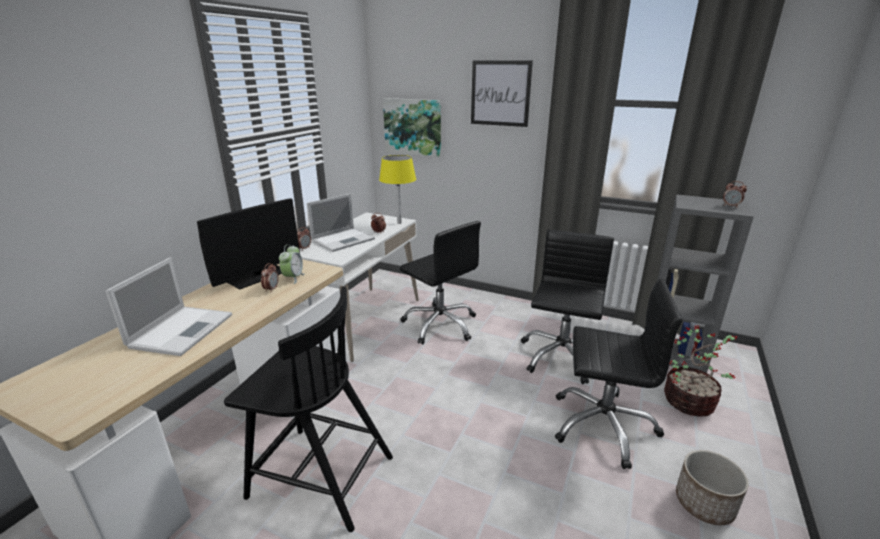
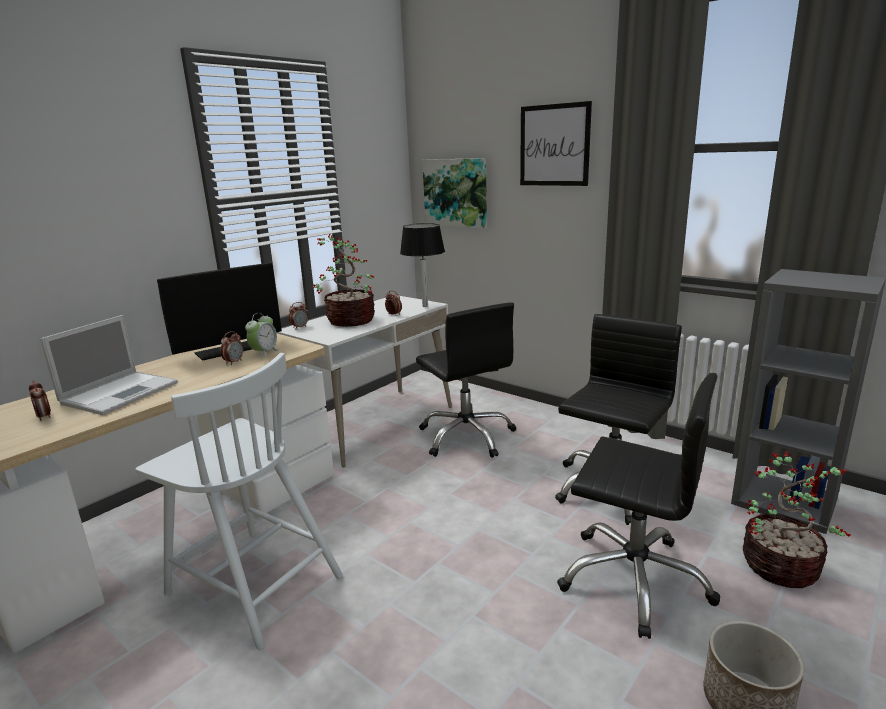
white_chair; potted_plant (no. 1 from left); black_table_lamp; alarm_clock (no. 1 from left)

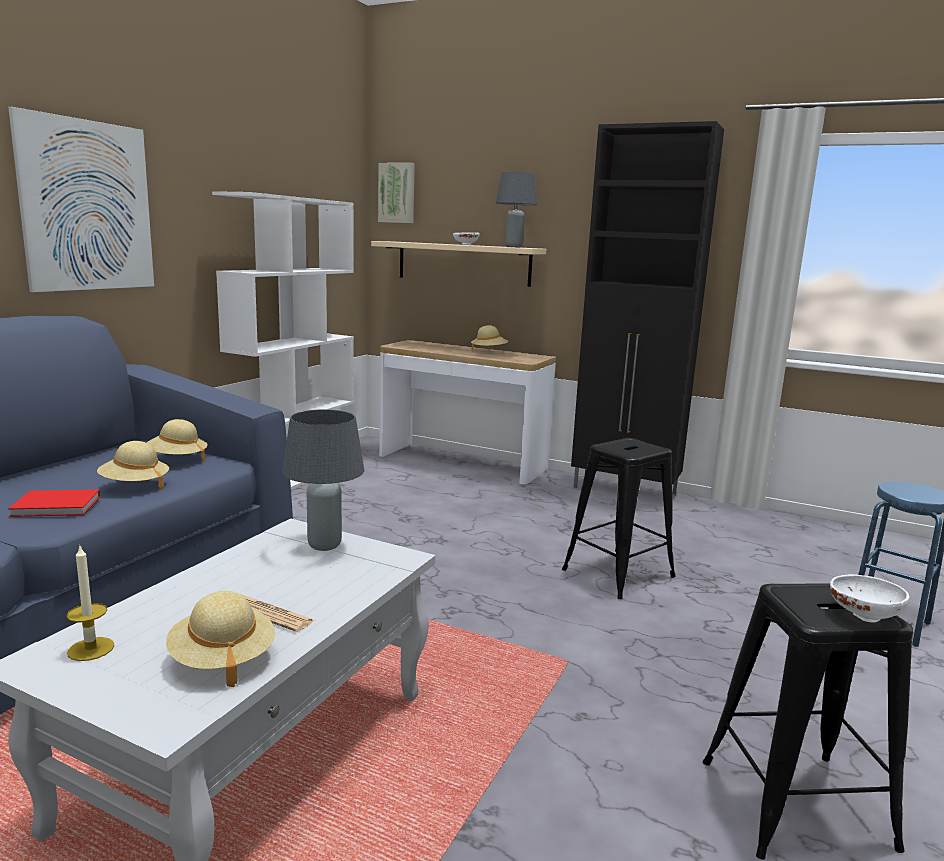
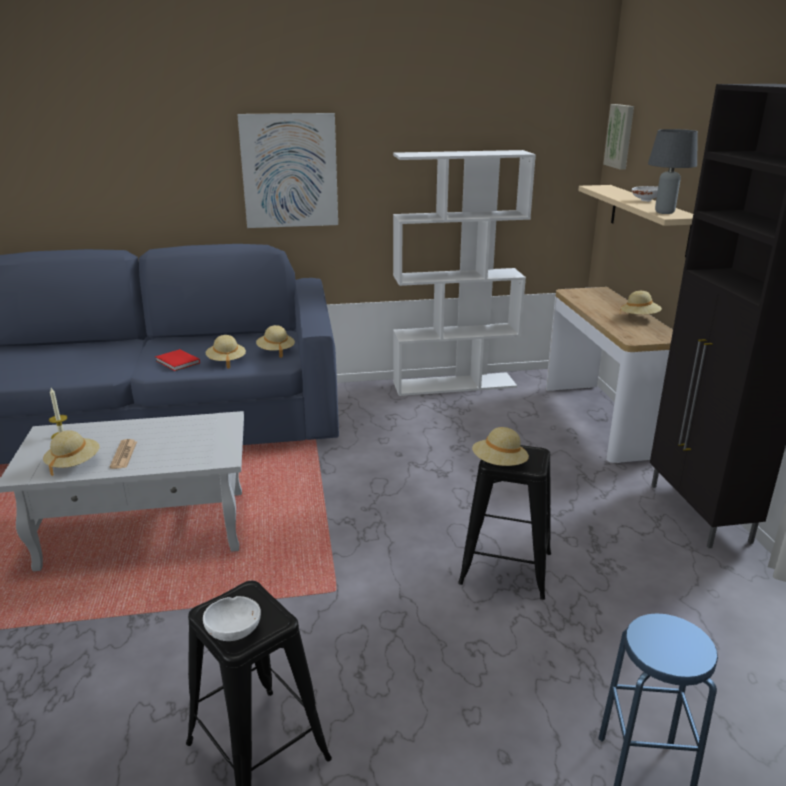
grey_table_lamp (no. 1 from left in the first image); beige_hat (no. 4 from left)

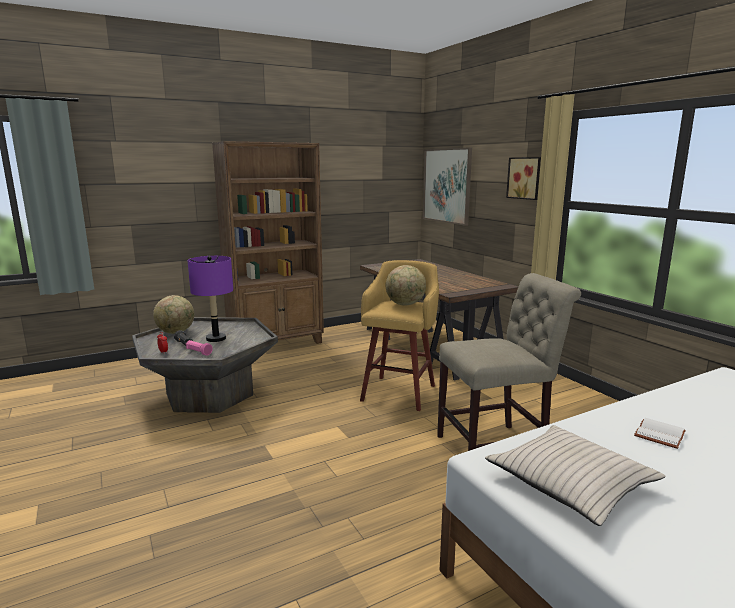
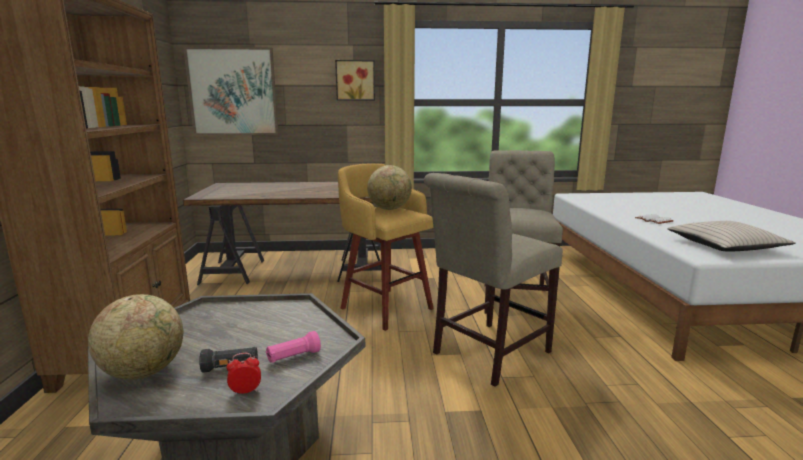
purple_table_lamp; beige_chair (no. 1 from left)

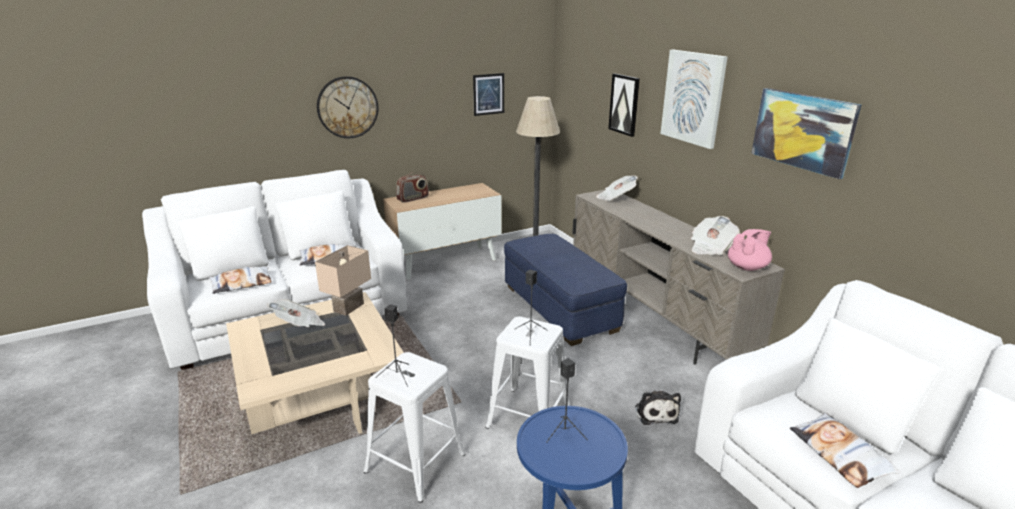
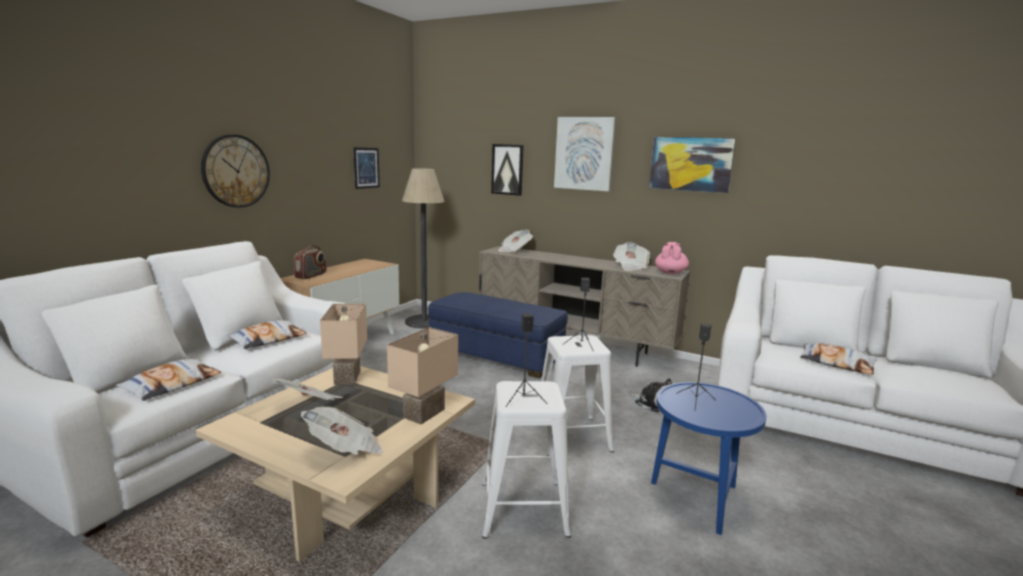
newspaper (no. 2 from left); beige_table_lamp (no. 2 from left)

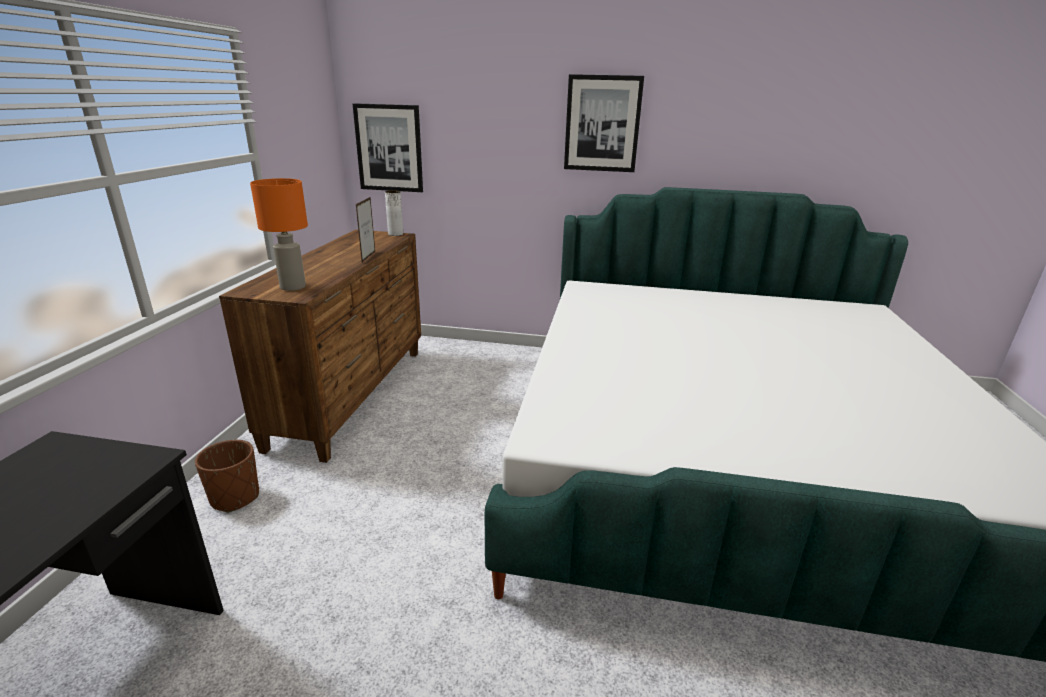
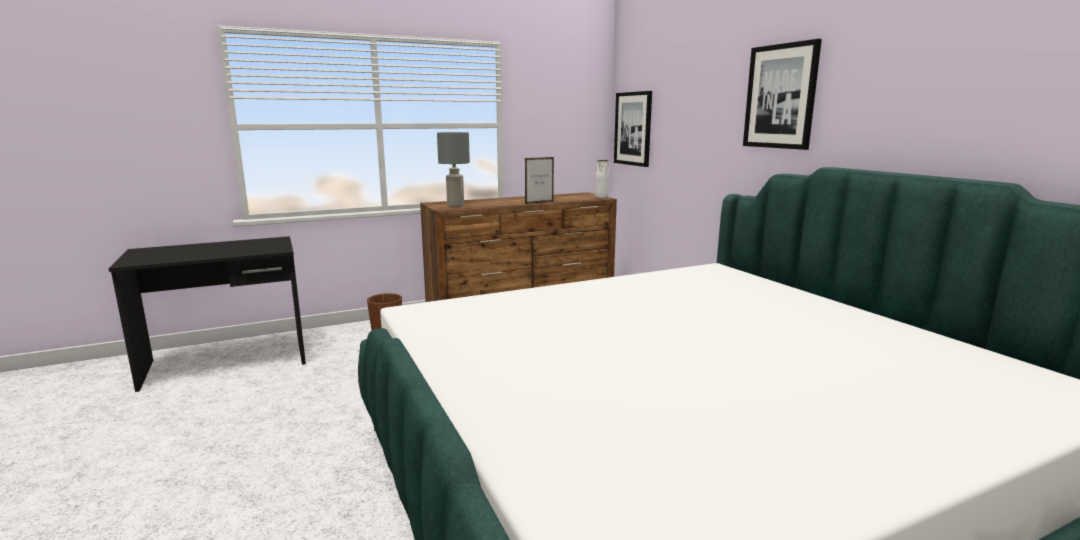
grey_table_lamp

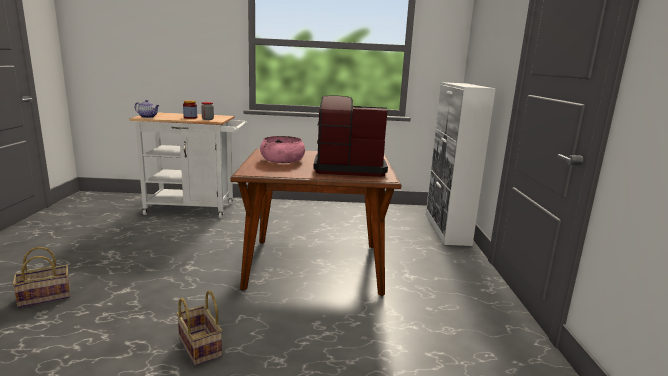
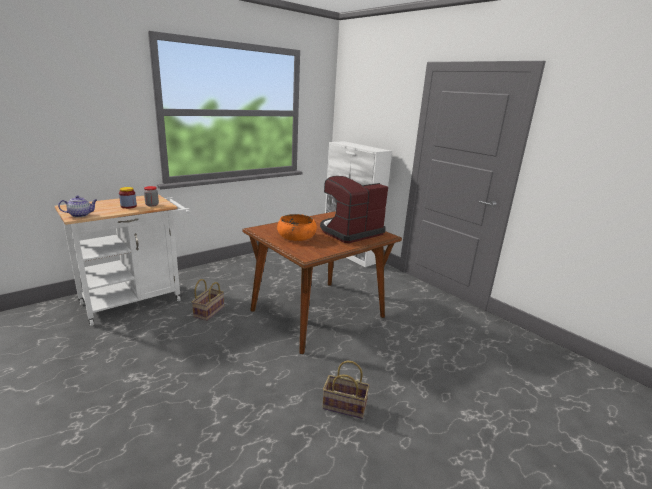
basket (no. 1 from left); orange_bowl

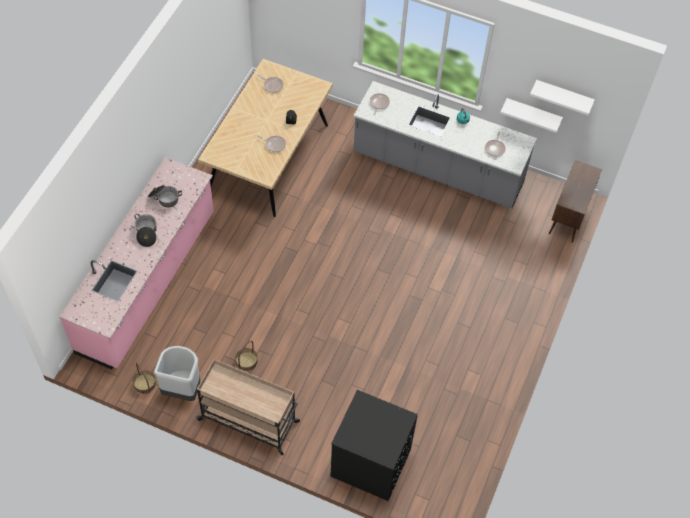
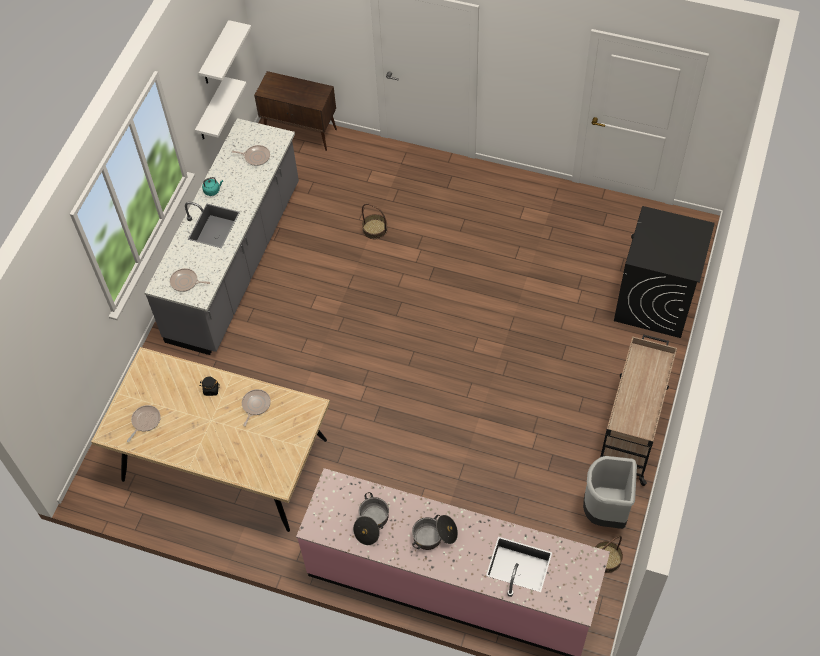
basket (no. 1 from left)

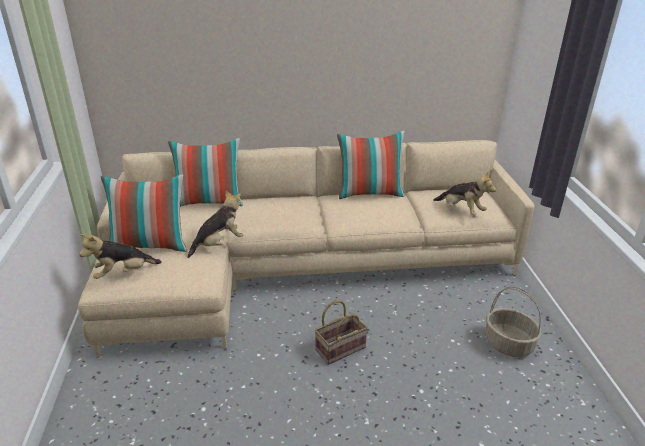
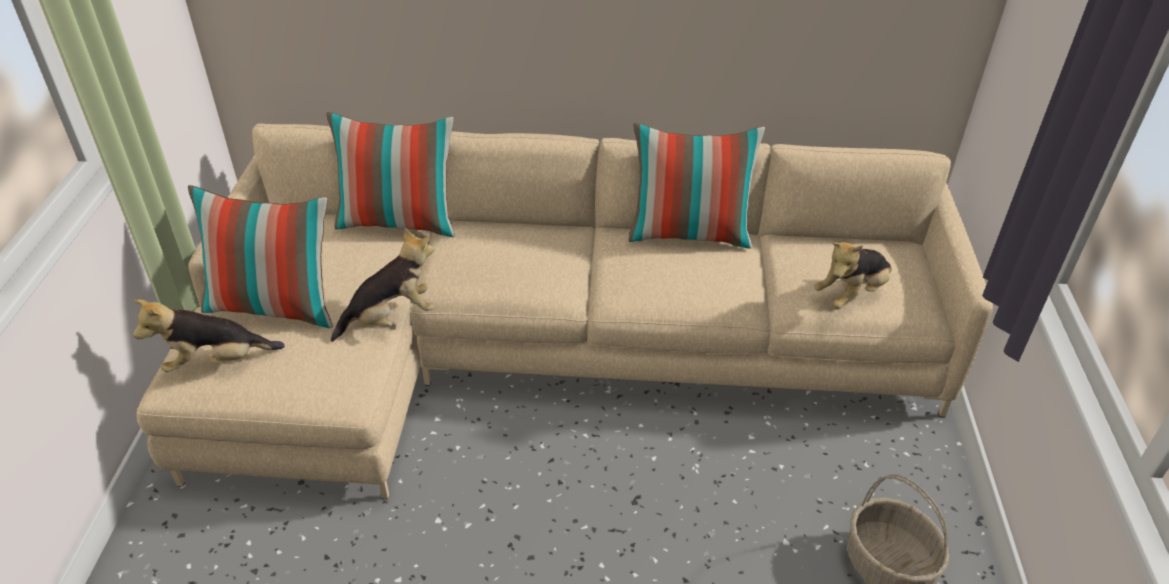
basket (no. 1 from left in the first image); plush_toy (no. 3 from left)

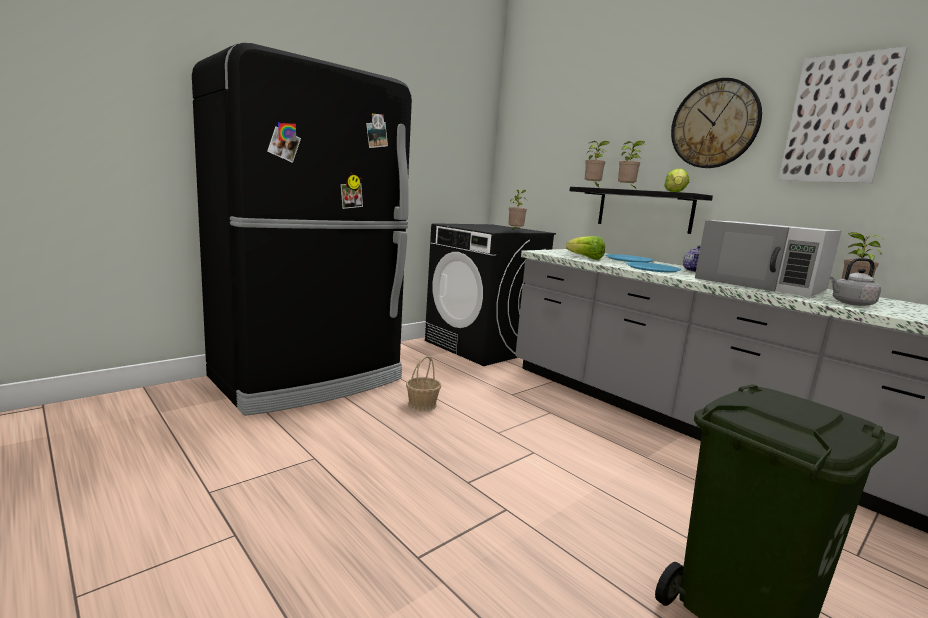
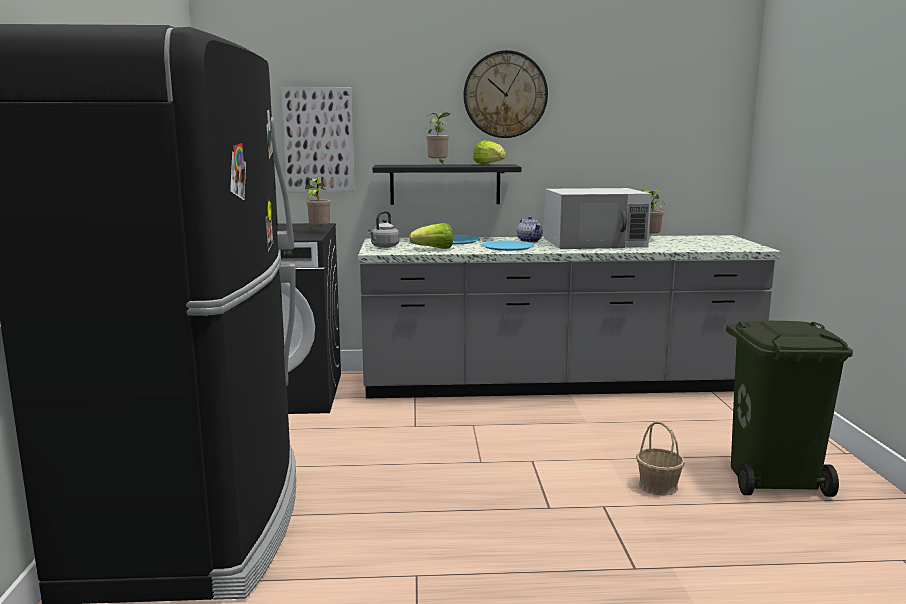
basket; potted_plant (no. 2 from left in the first image); picture; grey_kettle

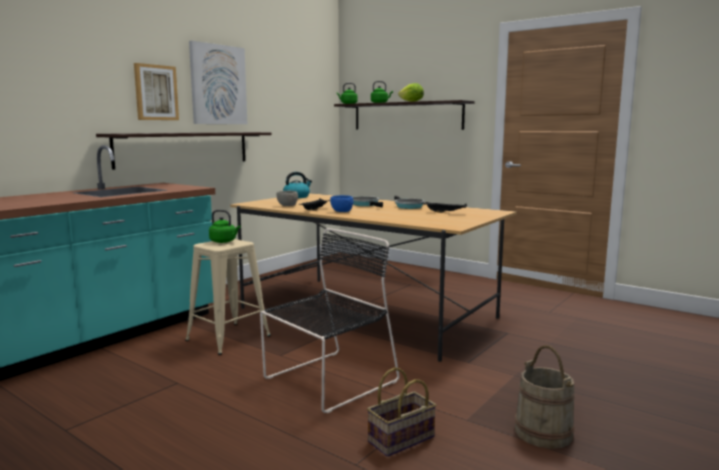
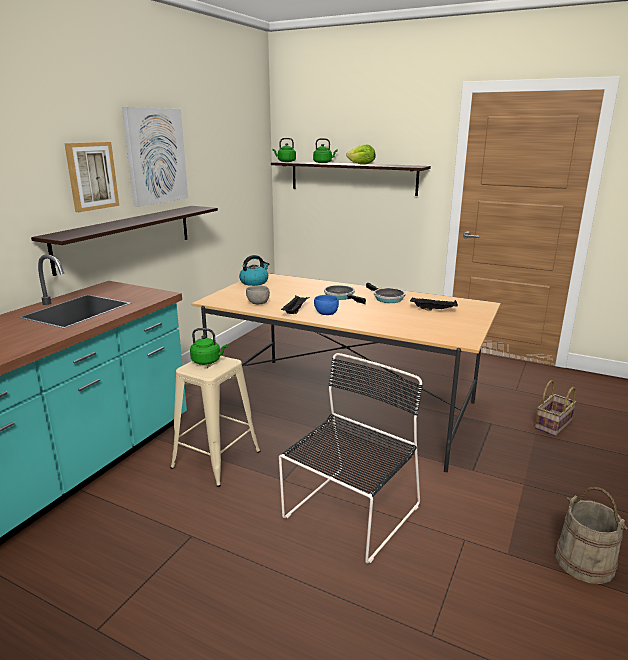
basket

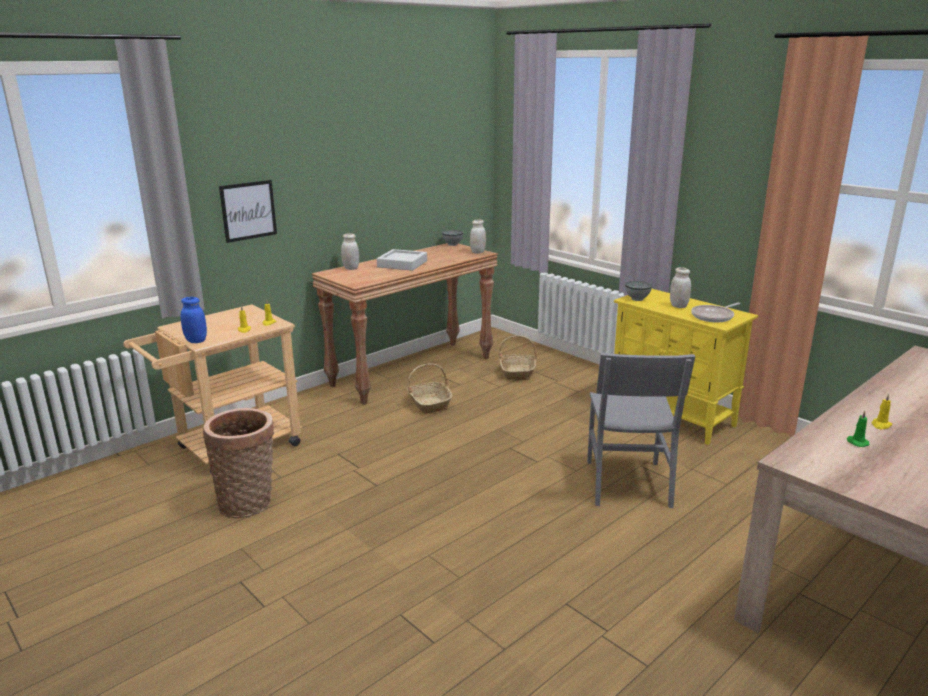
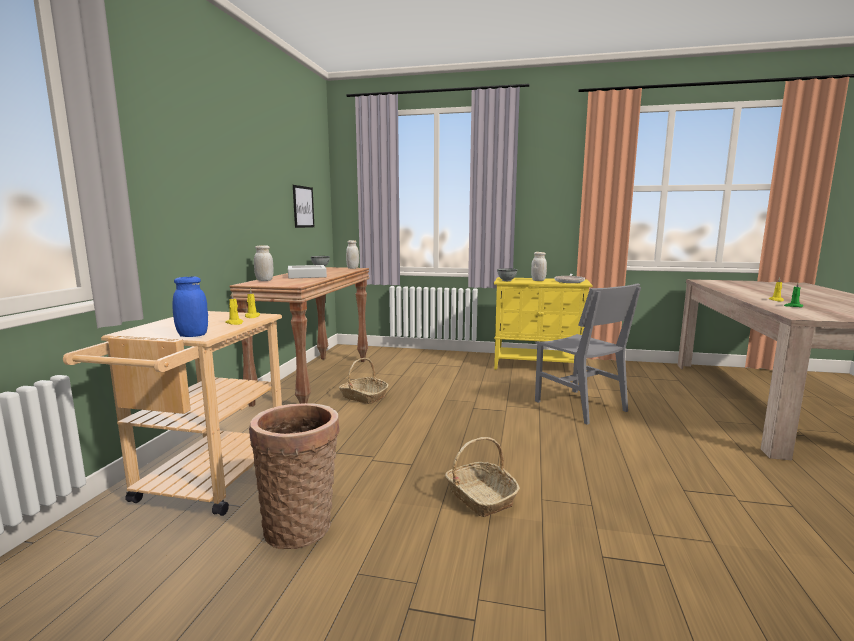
picture; basket (no. 3 from left)

